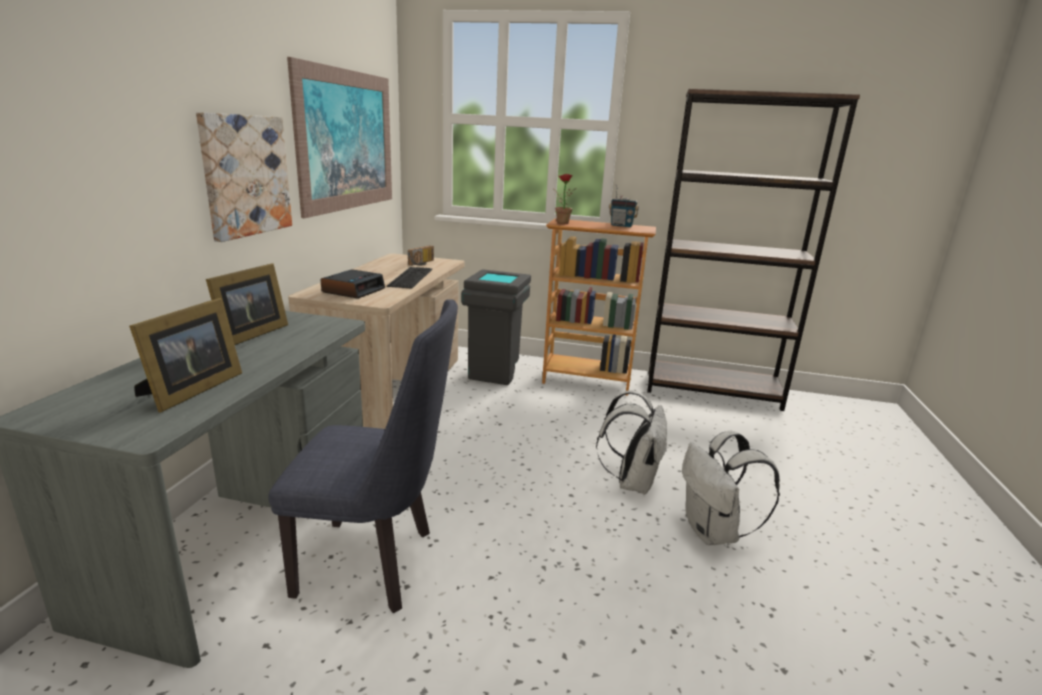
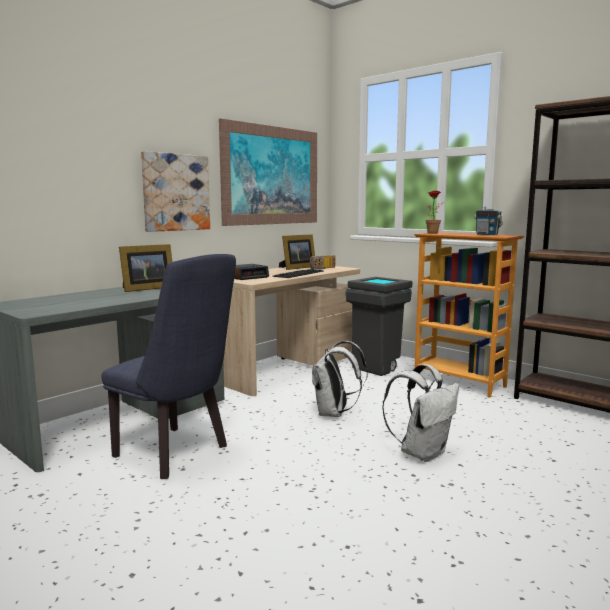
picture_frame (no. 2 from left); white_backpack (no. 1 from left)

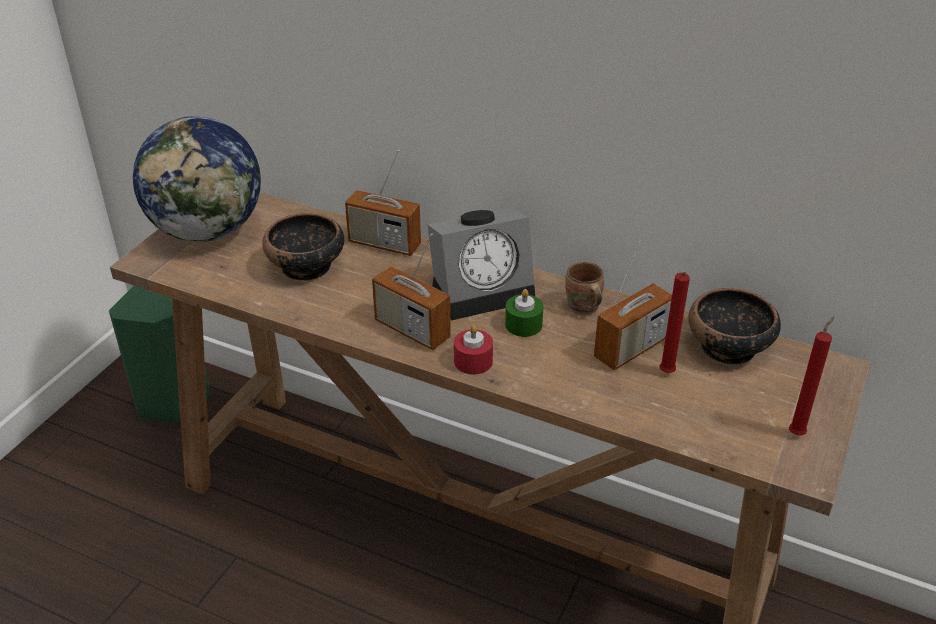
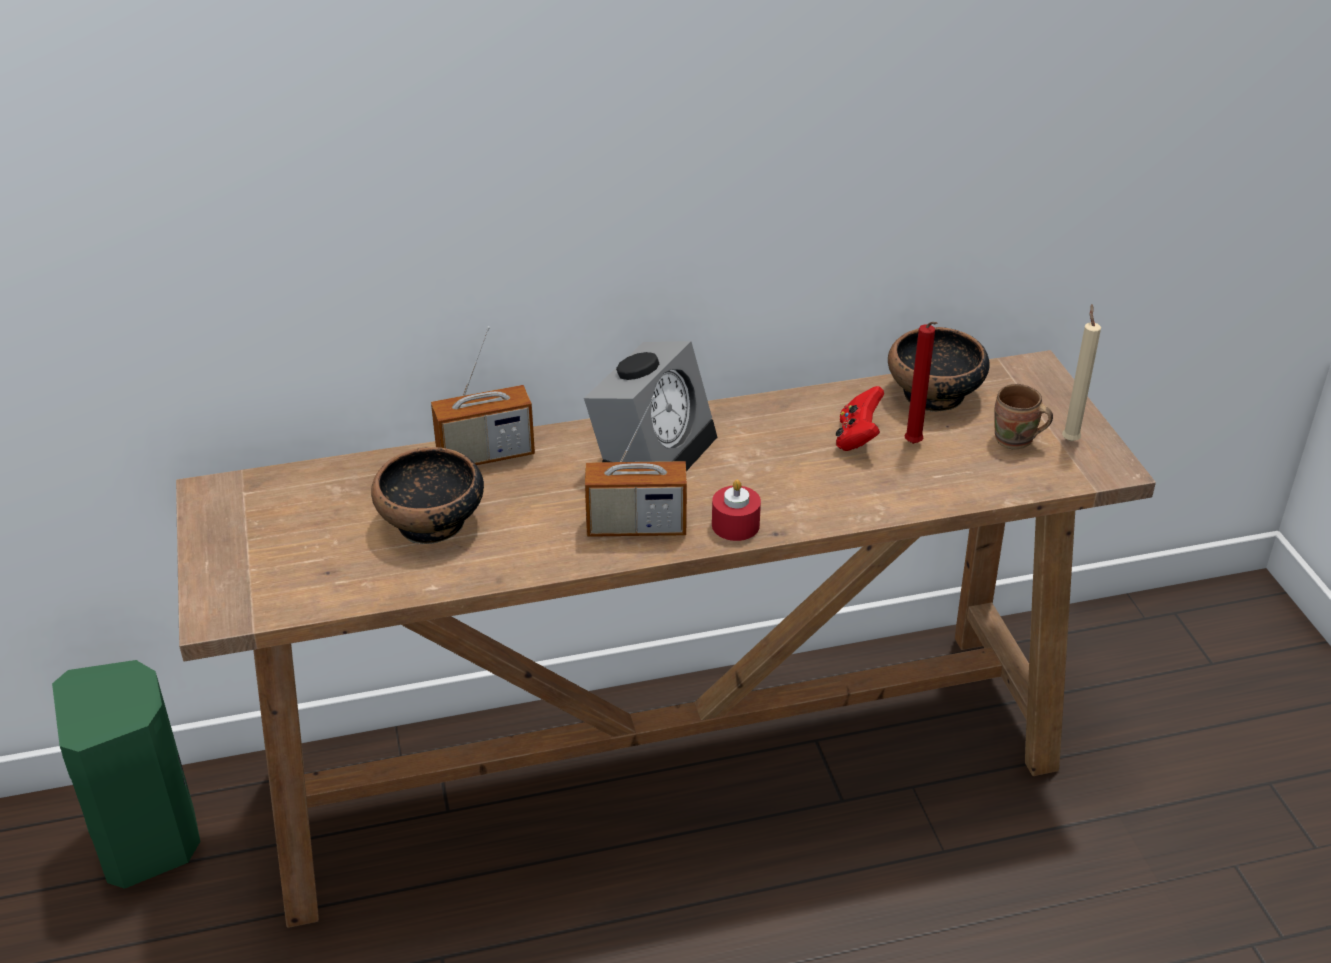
globe; green_candle; brown_mug; red_game_controller; beige_candle

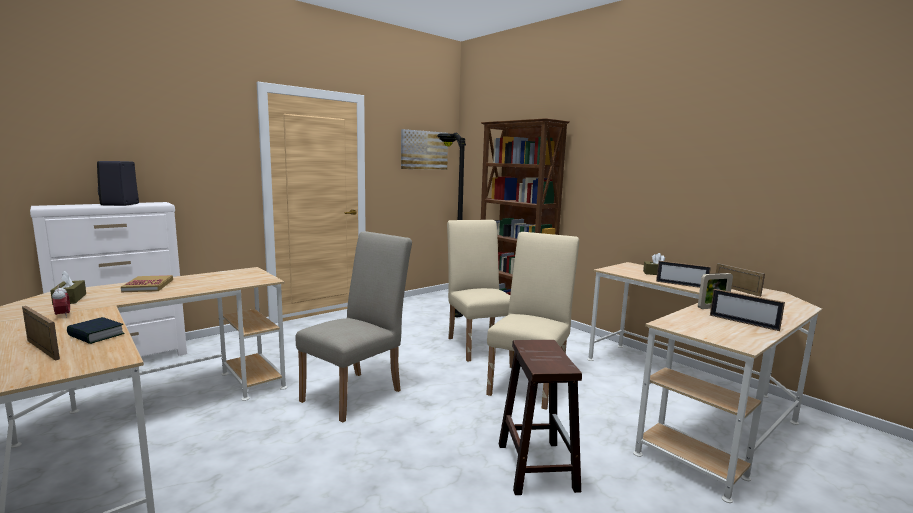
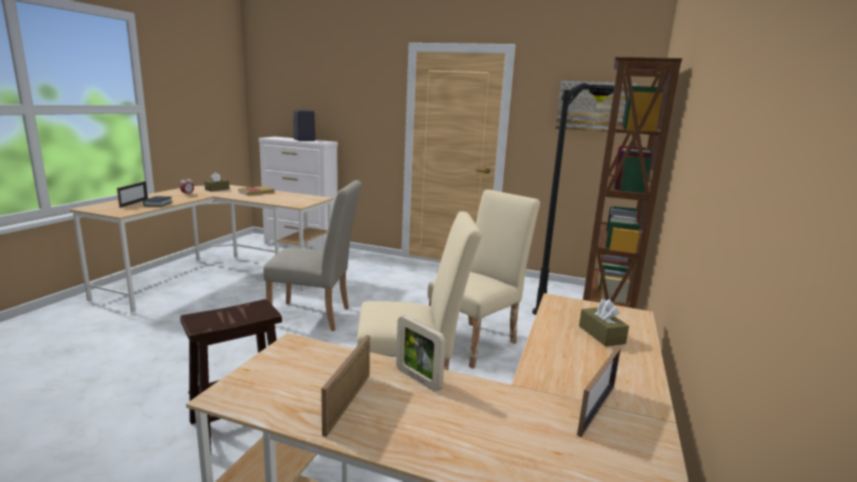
picture_frame (no. 2 from left in the first image)

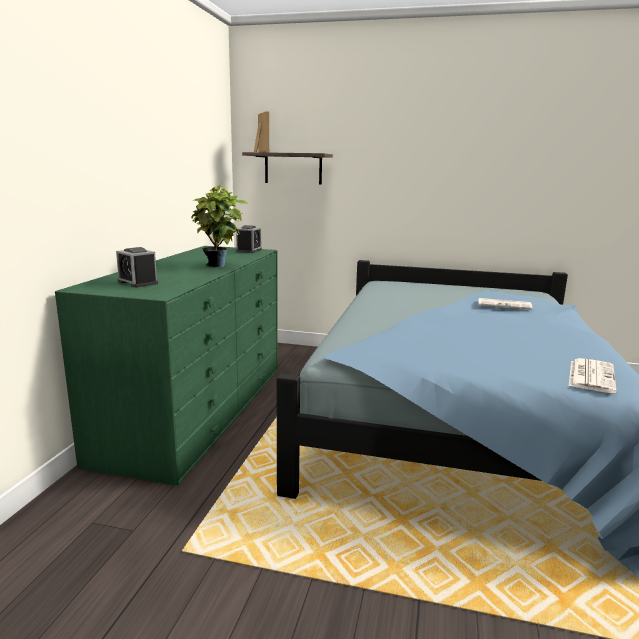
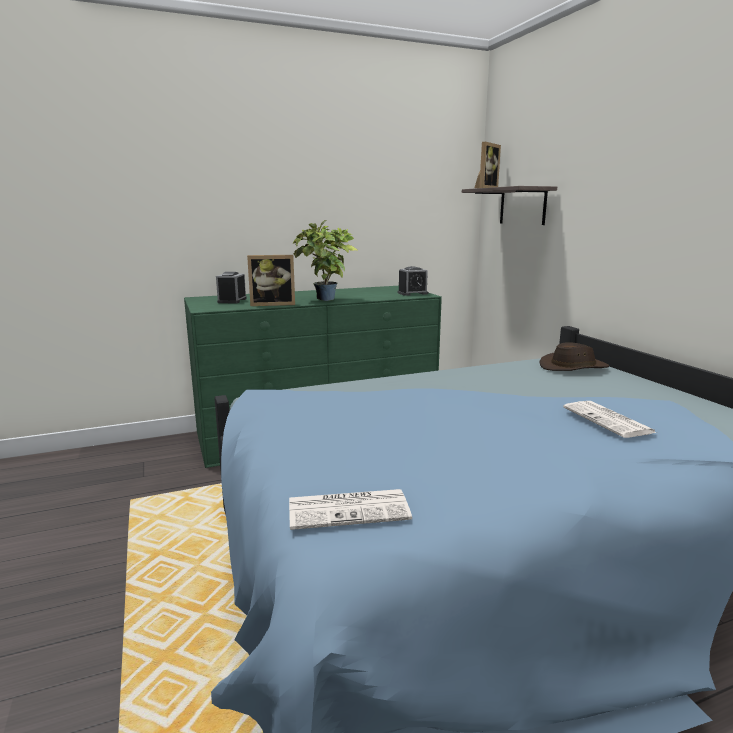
picture_frame (no. 1 from left); brown_hat

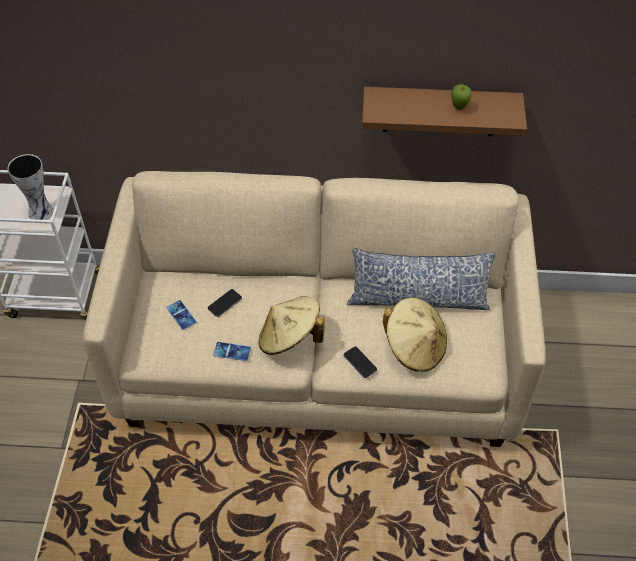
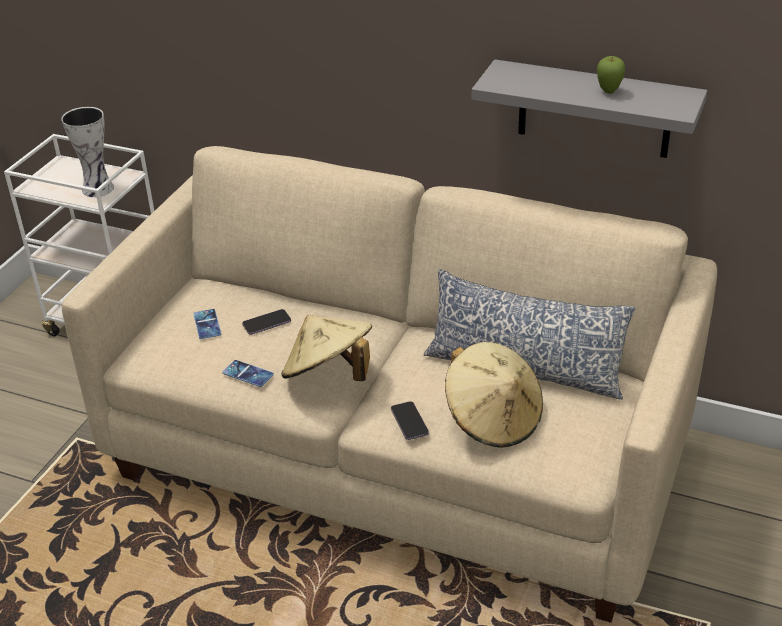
grey_shelf

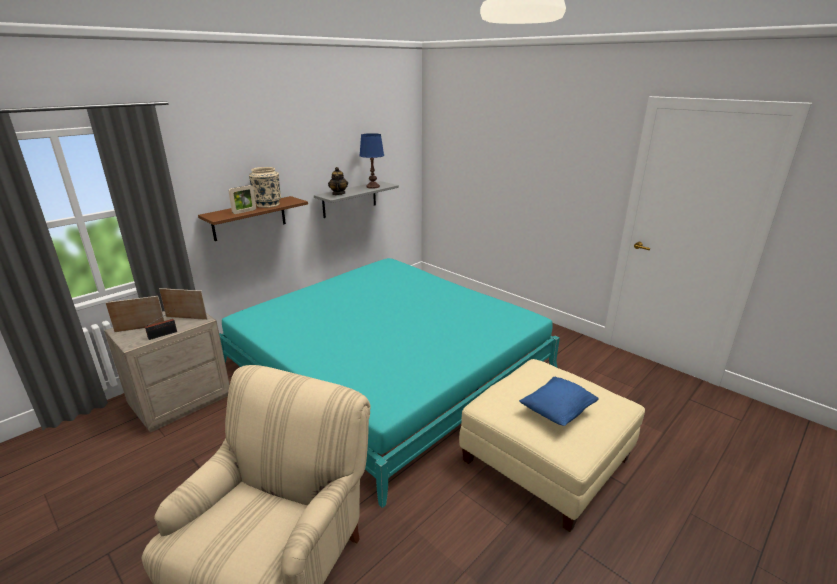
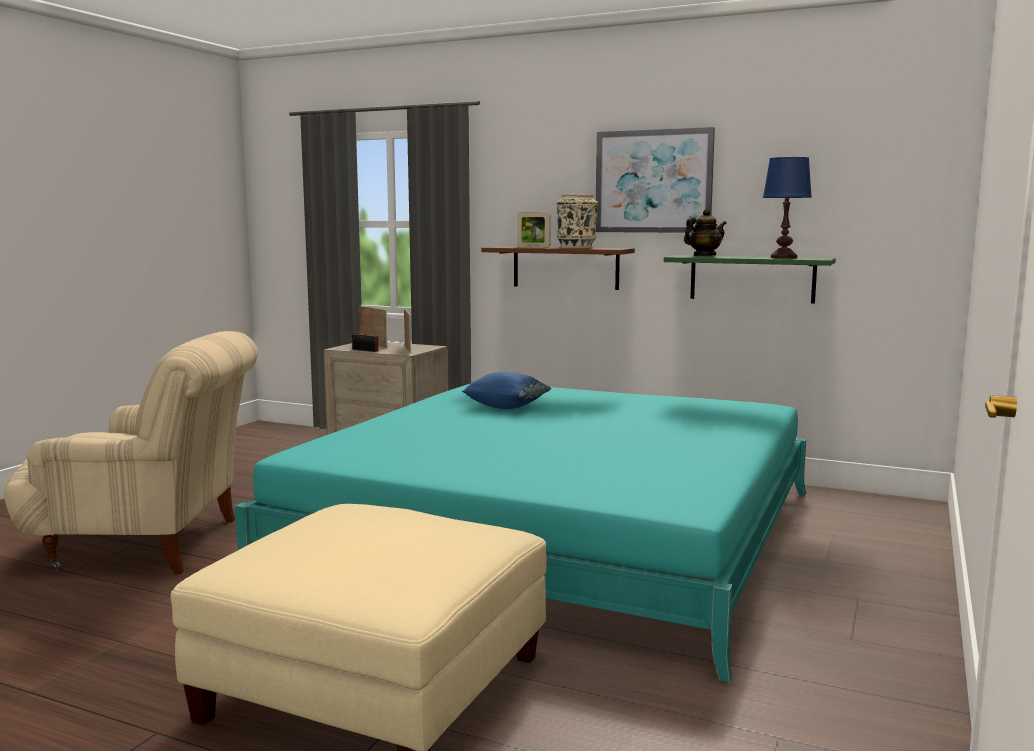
green_shelf; blue_pillow; picture

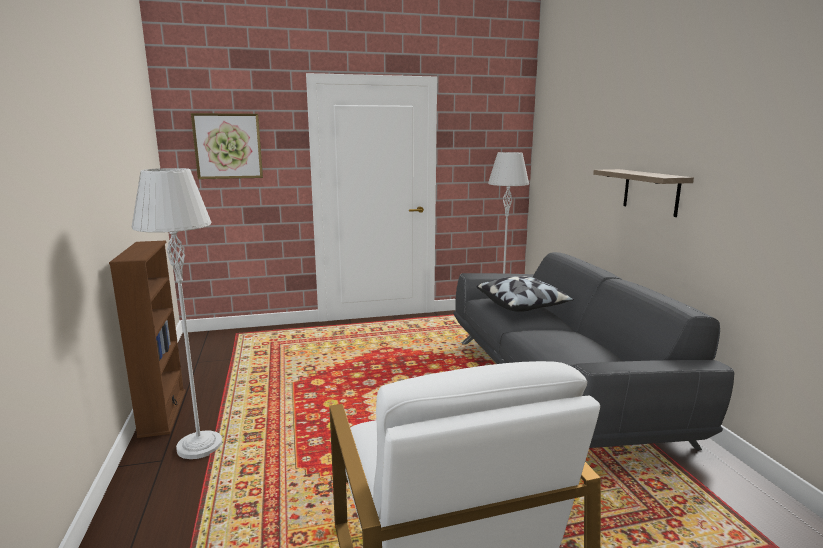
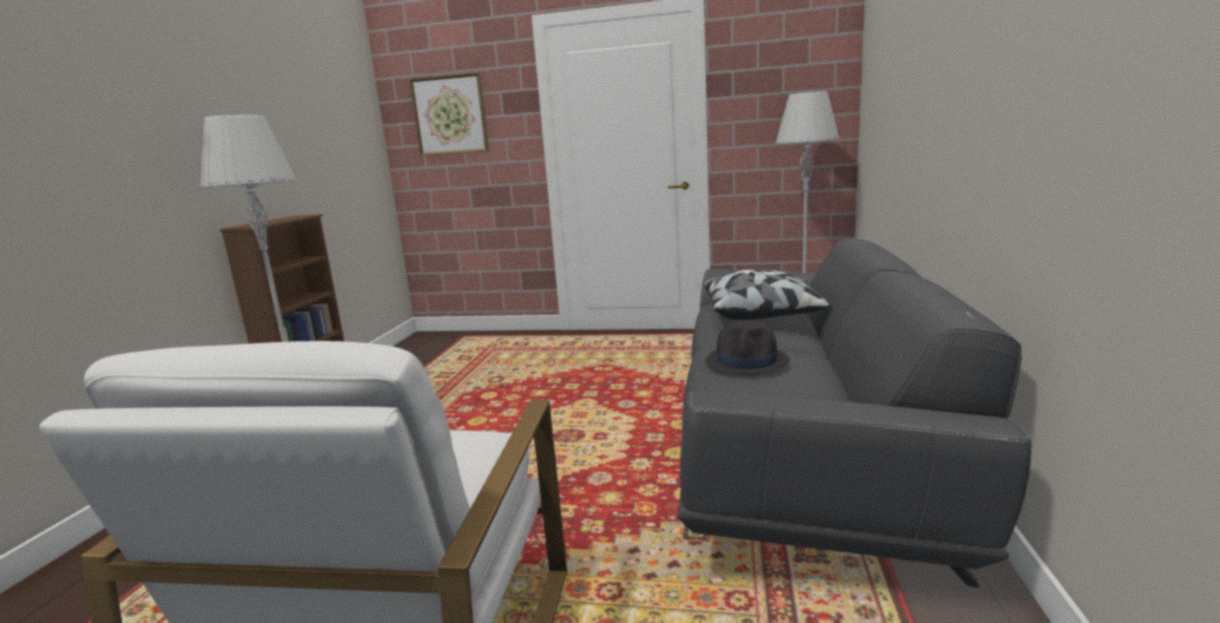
shelf; black_hat

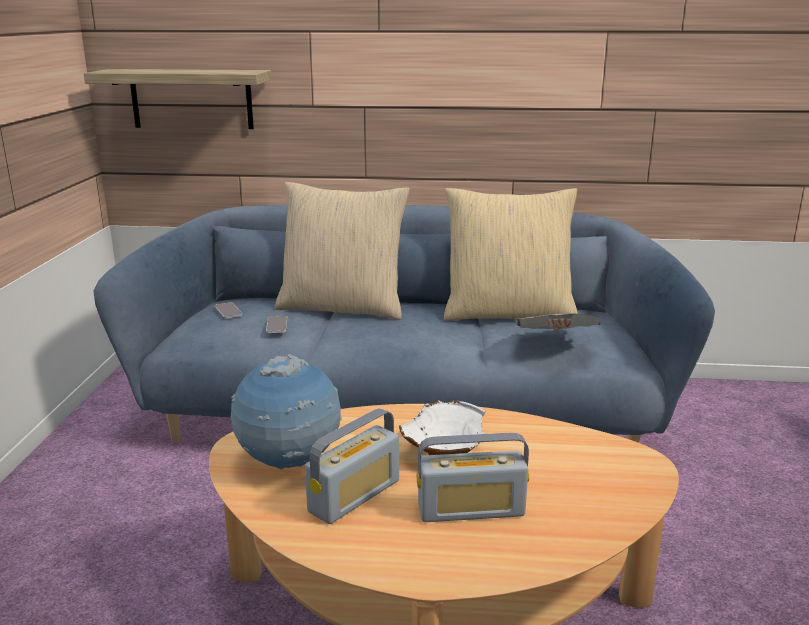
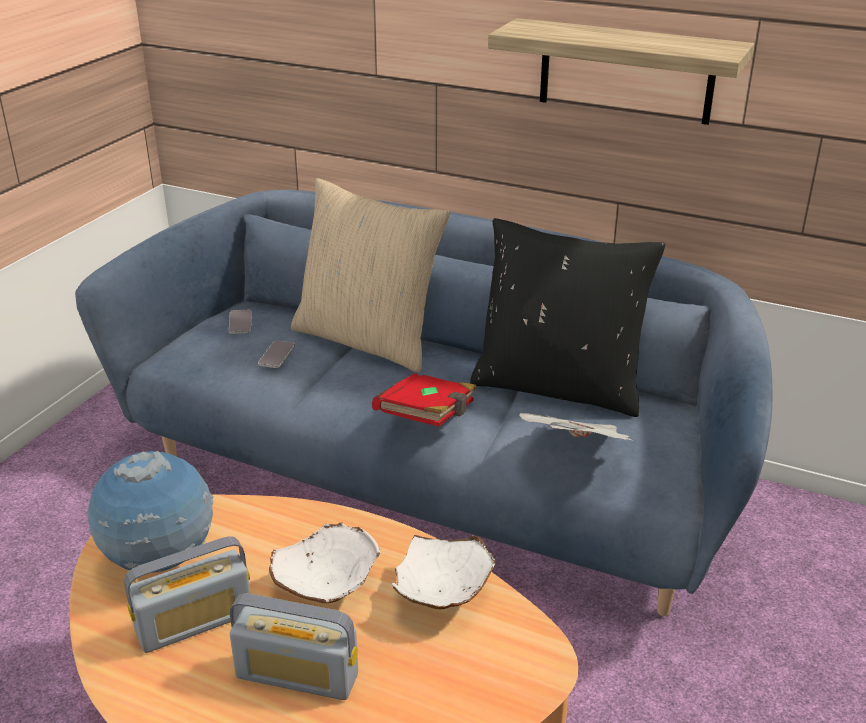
shelf; black_pillow; red_book; white_bowl (no. 2 from left)

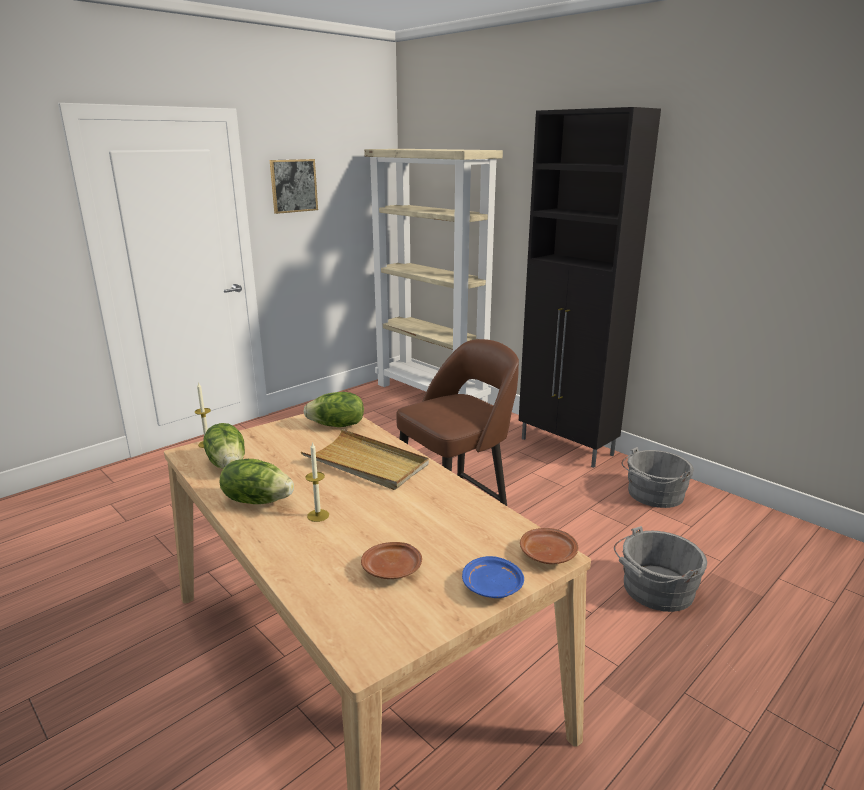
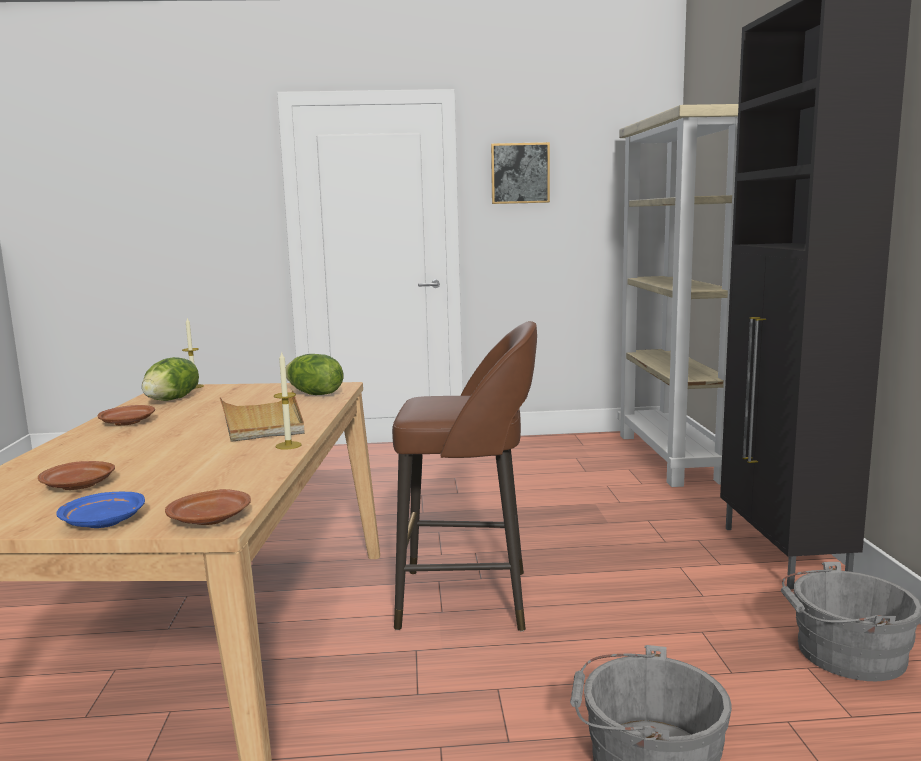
brown_plate (no. 2 from left); candle (no. 2 from left)

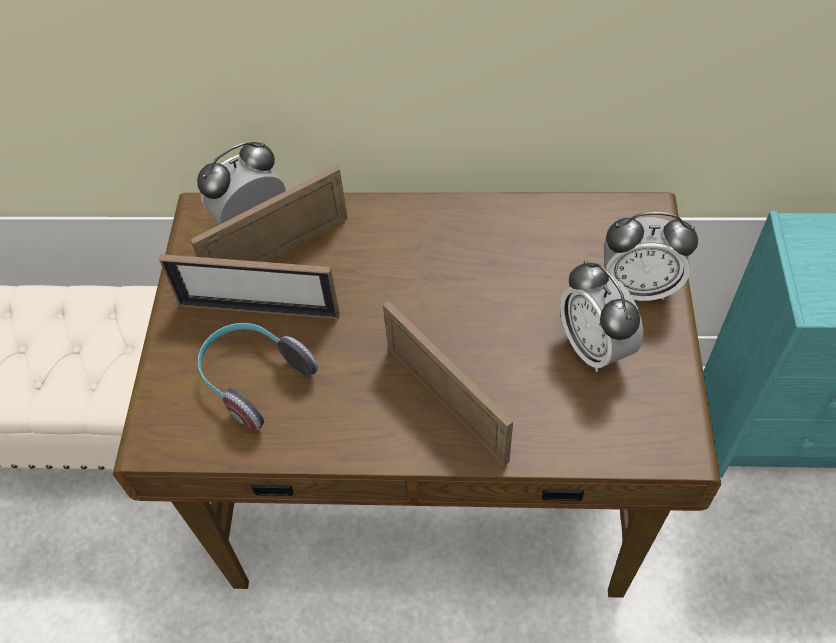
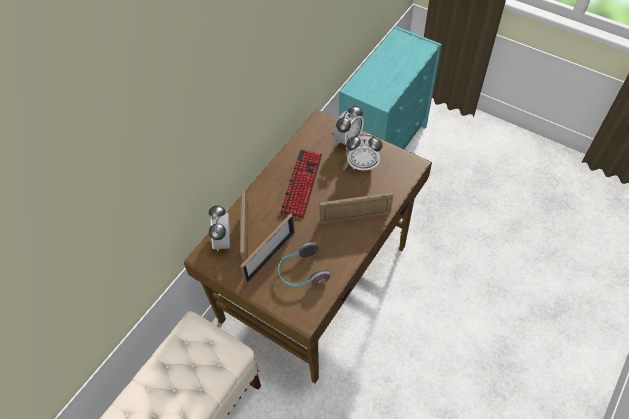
keyboard

